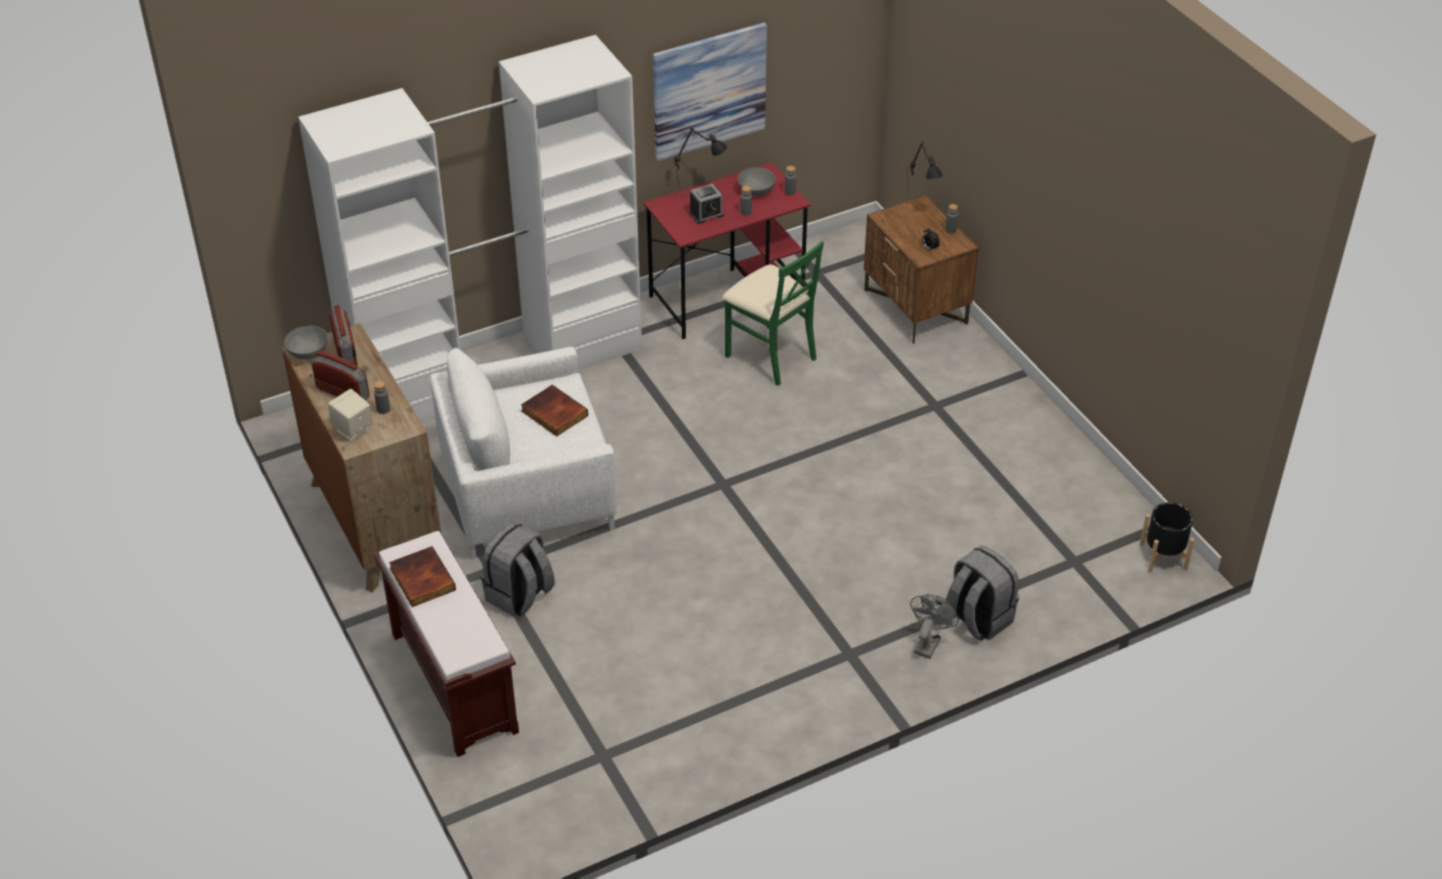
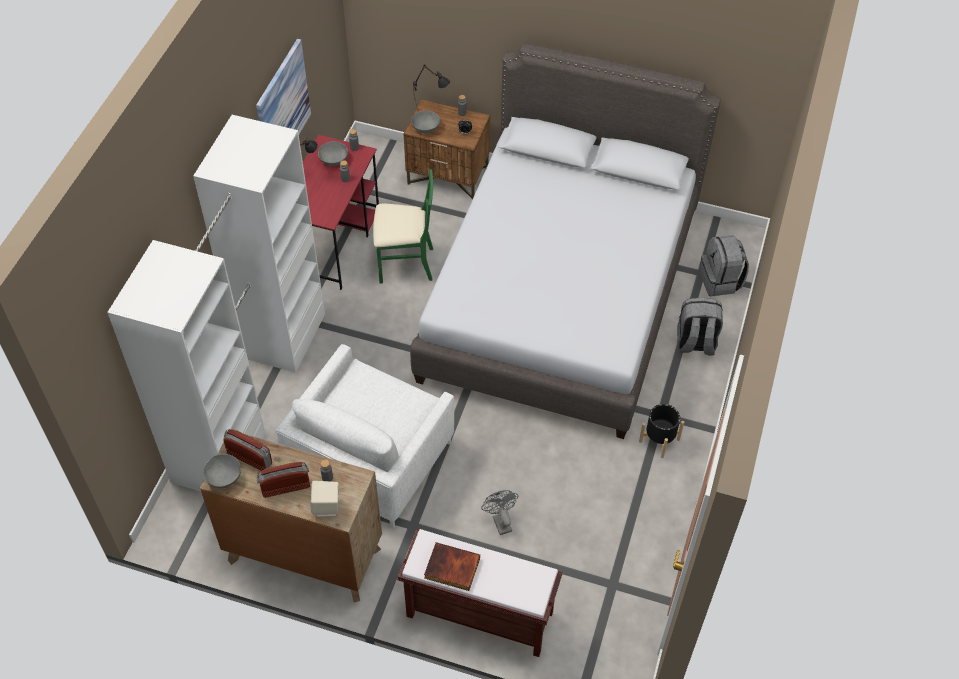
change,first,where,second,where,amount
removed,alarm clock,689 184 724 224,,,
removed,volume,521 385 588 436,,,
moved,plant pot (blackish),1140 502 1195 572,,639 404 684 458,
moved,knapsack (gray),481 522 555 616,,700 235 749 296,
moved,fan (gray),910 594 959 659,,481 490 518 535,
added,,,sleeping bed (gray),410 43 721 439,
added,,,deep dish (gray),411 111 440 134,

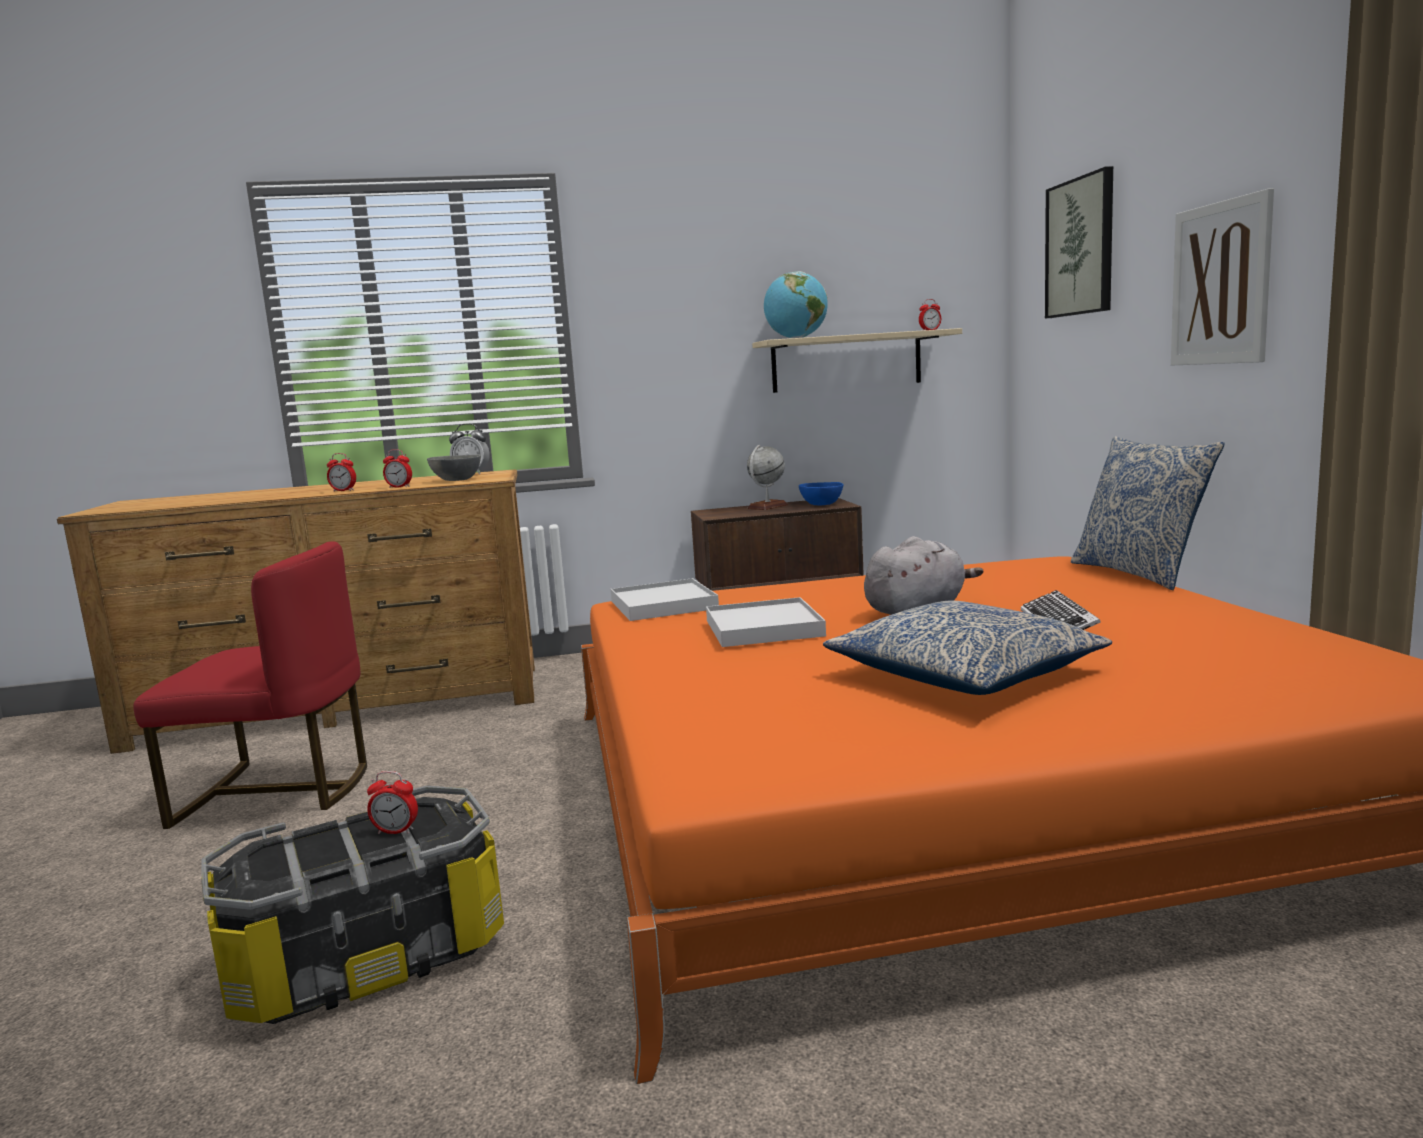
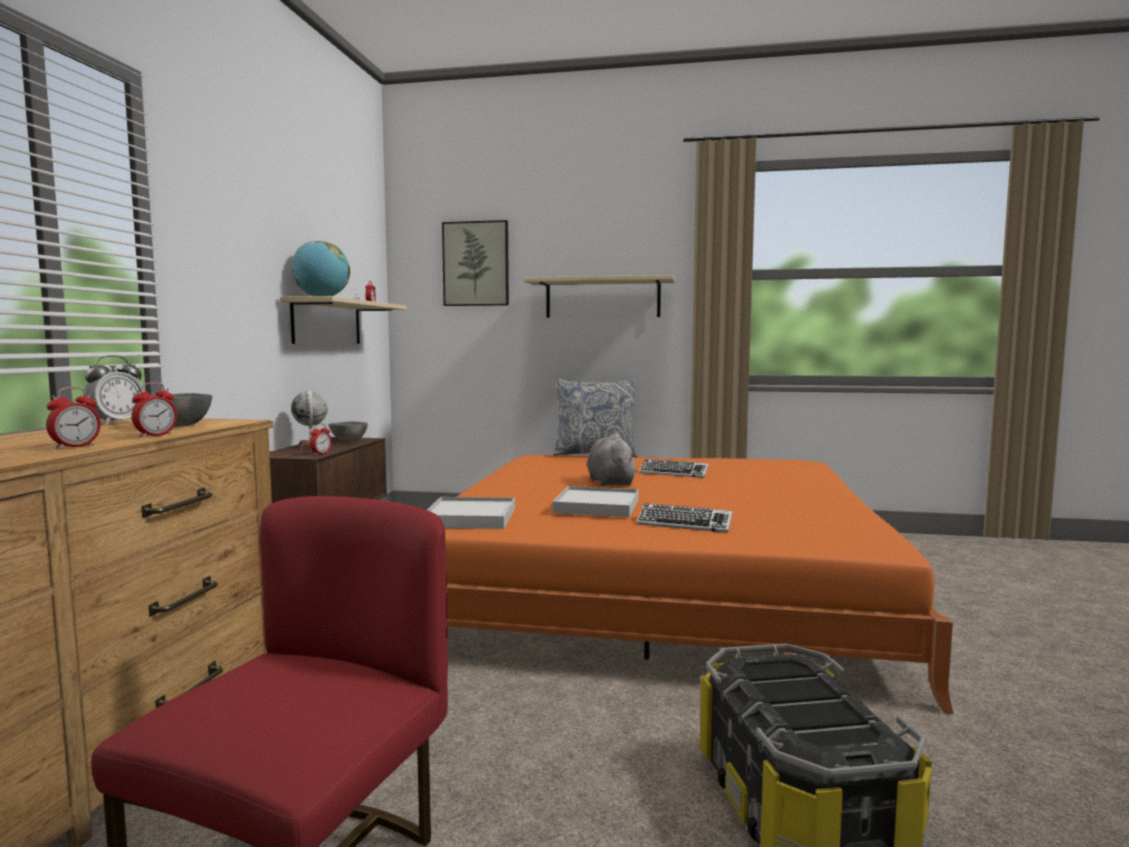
change,first,where,second,where,amount
replaced,picture,1171 188 1274 366,shelf (beige),523 275 675 318,
recoloured,deep dish (blue),799 482 844 506,deep dish (gray),329 421 368 441,
removed,throw pillow,823 601 1112 695,,,
moved,alarm clock,367 771 418 834,,310 423 332 455,
added,,,PC keyboard,637 503 732 533,

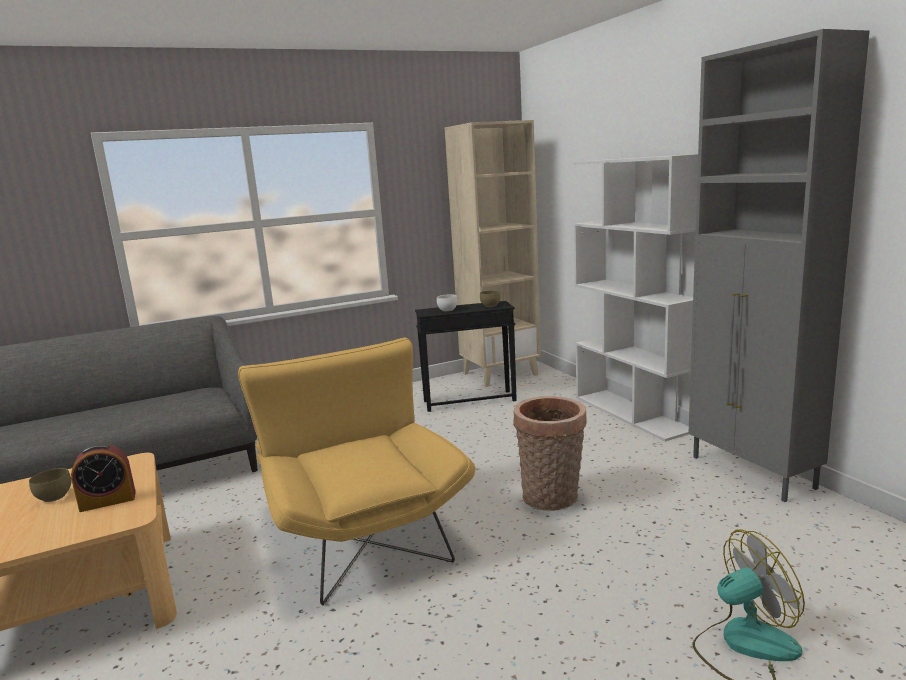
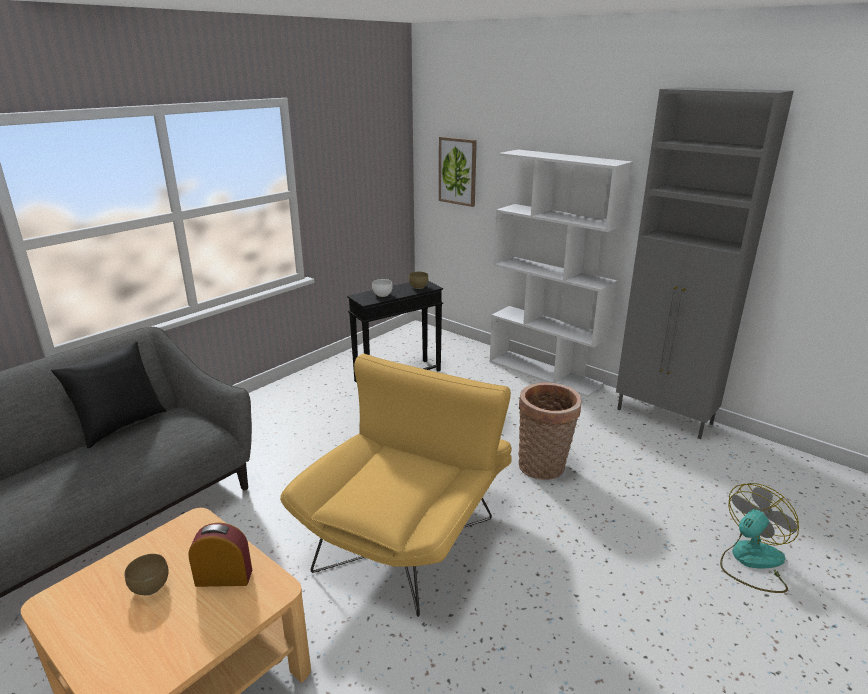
change,first,where,second,where,amount
removed,bookcase (beige),444 120 541 387,,,
turned,easy chair (yellowish),238 337 476 605,,280 354 512 617,75 degrees clockwise
turned,alarm clock,71 443 136 512,,188 522 252 587,135 degrees counterclockwise
added,,,picture,439 137 477 207,
added,,,throw pillow (blackish),51 341 166 448,

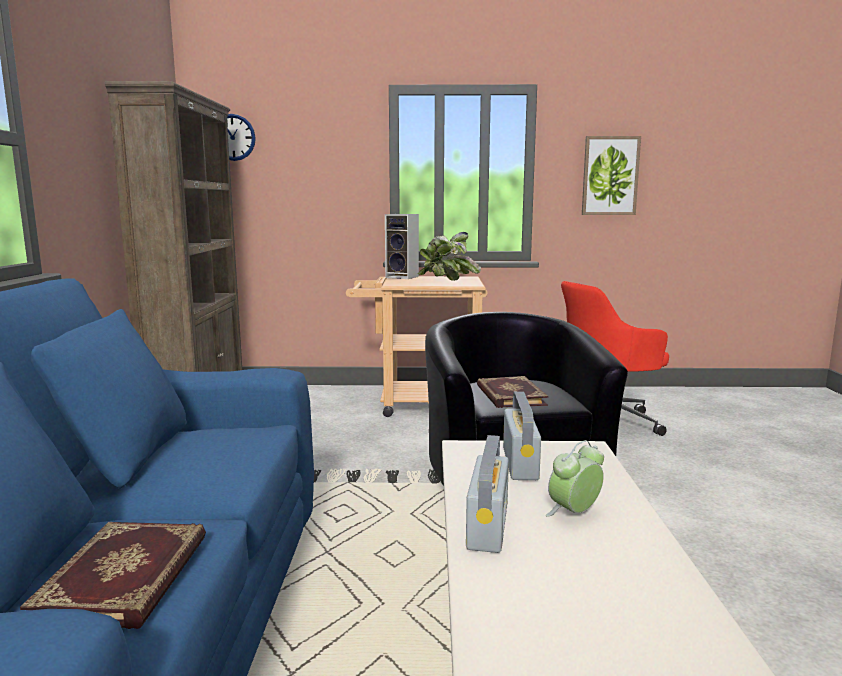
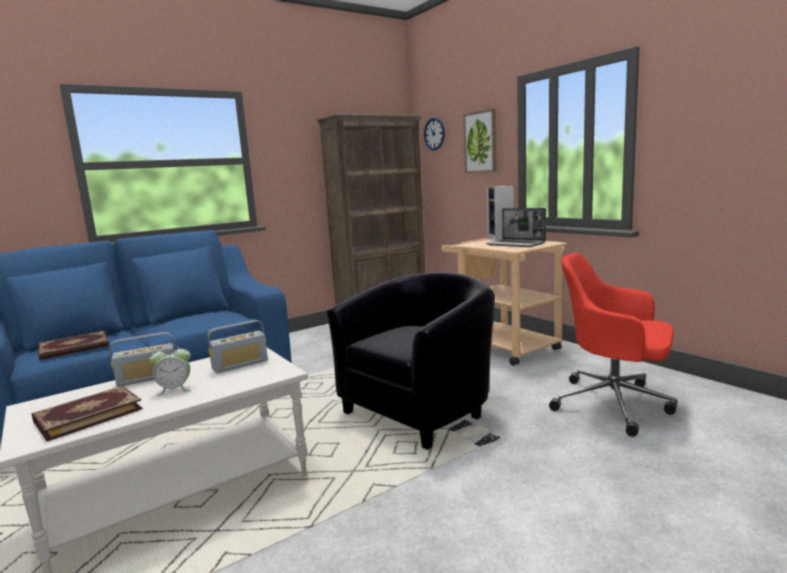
change,first,where,second,where,amount
moved,picture,582 136 641 215,,463 108 497 173,
replaced,plant in a pot,417 232 481 281,portable computer,486 208 546 247,
moved,volume,477 376 548 408,,31 386 143 441,
turned,alarm clock,546 440 604 517,,149 344 191 396,150 degrees clockwise

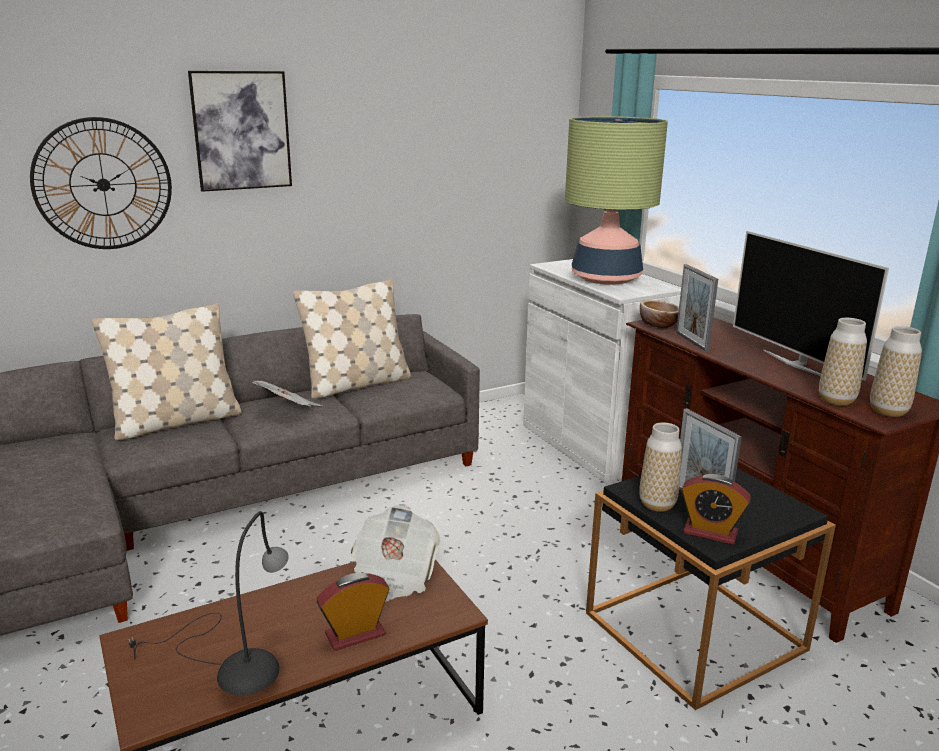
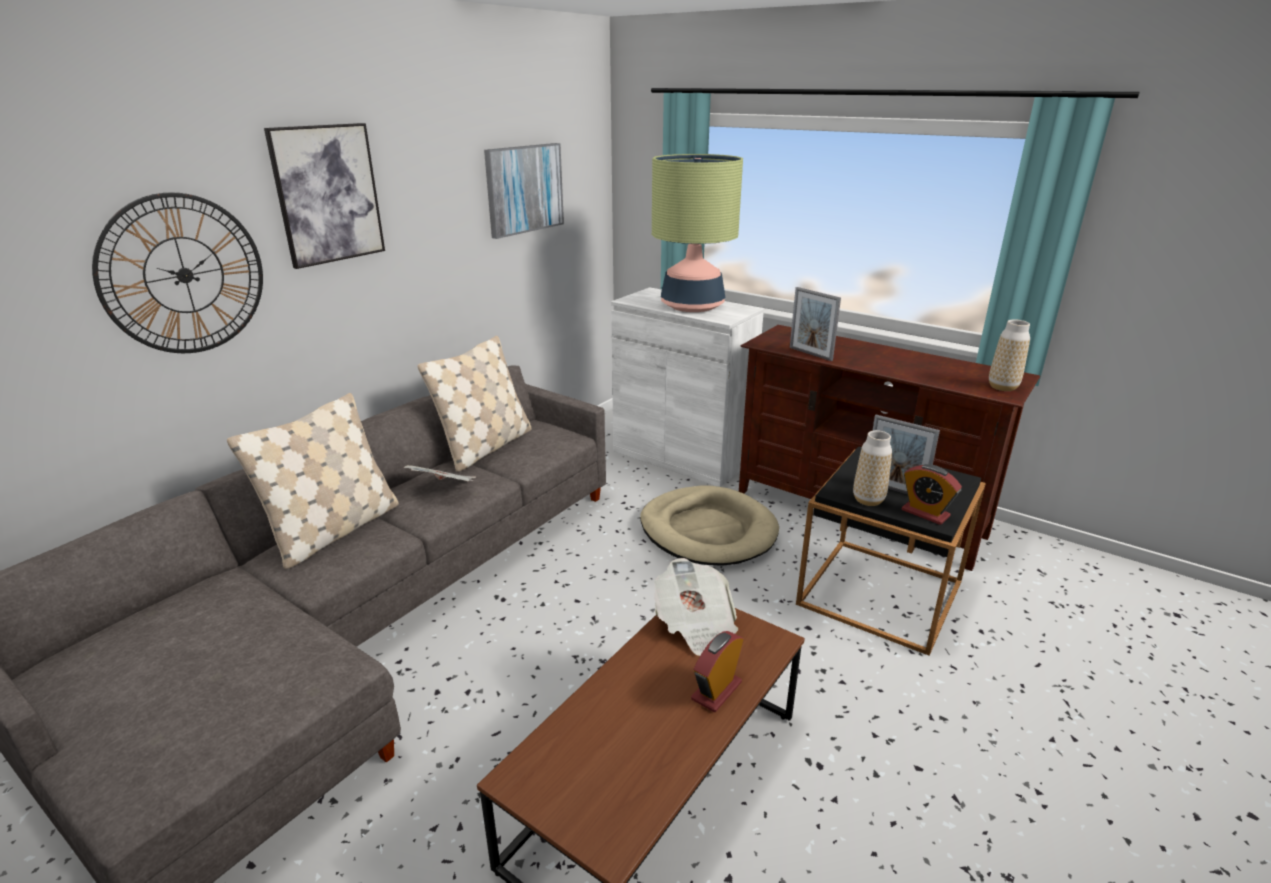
change,first,where,second,where,amount
removed,TV set,733 231 889 381,,,
removed,deep dish,640 300 679 328,,,
removed,flower vase,819 318 867 406,,,
turned,alarm clock,681 474 751 545,,902 464 962 525,45 degrees clockwise
removed,tabletop lamp (gray),128 511 289 695,,,
added,,,picture,484 143 564 239,
added,,,pet bed (beige),640 485 779 566,

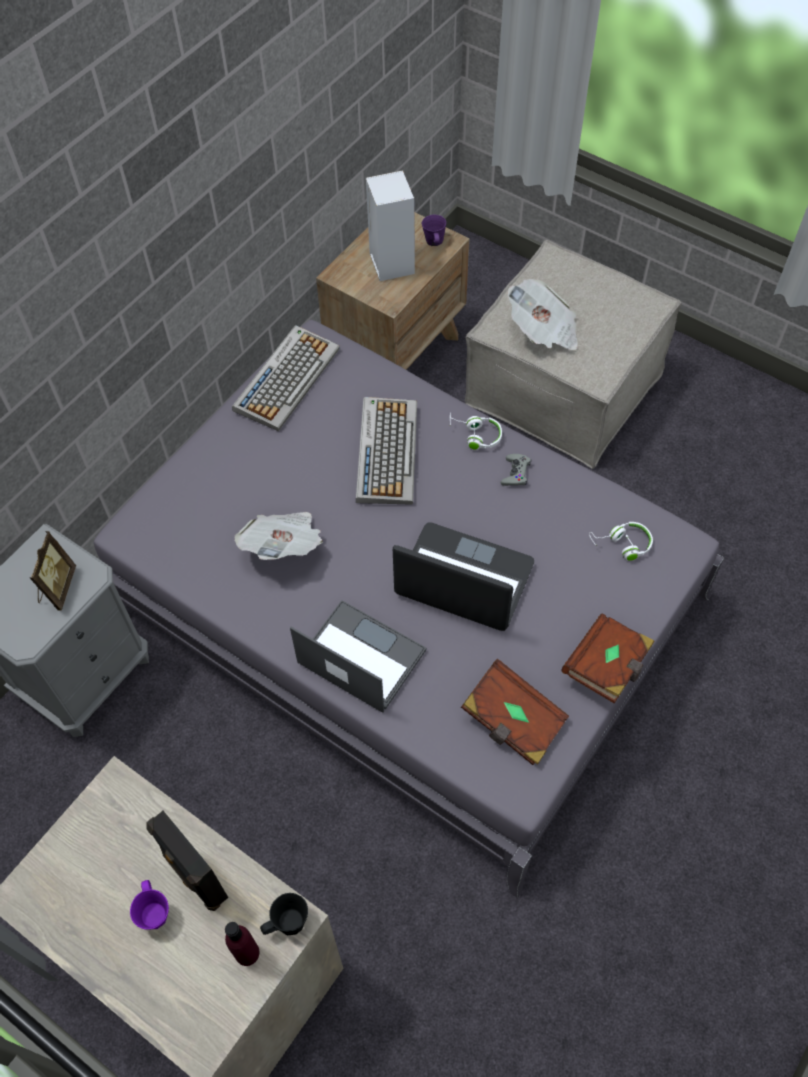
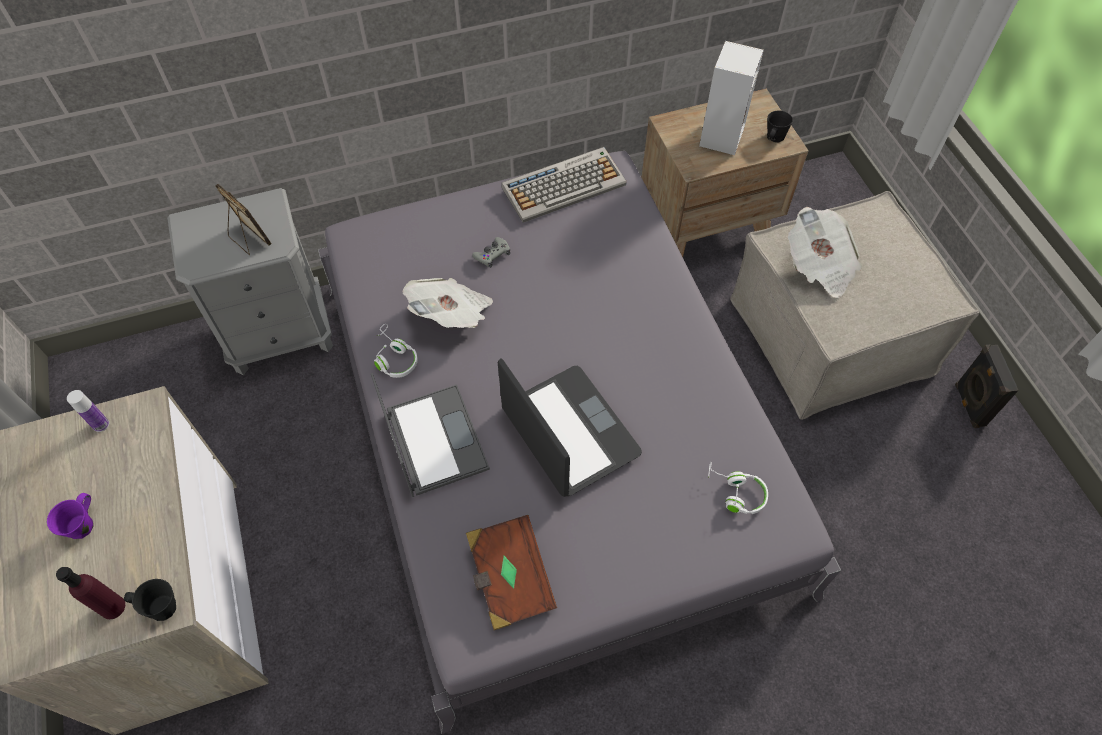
change,first,where,second,where,amount
recoloured,coffee mug (purple),422 215 446 246,coffee mug (blackish),767 111 793 142,
removed,PC keyboard,356 397 417 505,,,
moved,pair of headphones (whitish),450 412 502 450,,374 324 418 378,
moved,game controller (gray),501 454 531 486,,472 237 510 268,
turned,standing frame,29 531 76 611,,216 184 272 255,90 degrees counterclockwise
removed,volume (brown),562 613 654 704,,,
moved,loudspeaker (blackish),147 811 228 911,,955 345 1019 428,
added,,,bottle,67 390 109 432,

